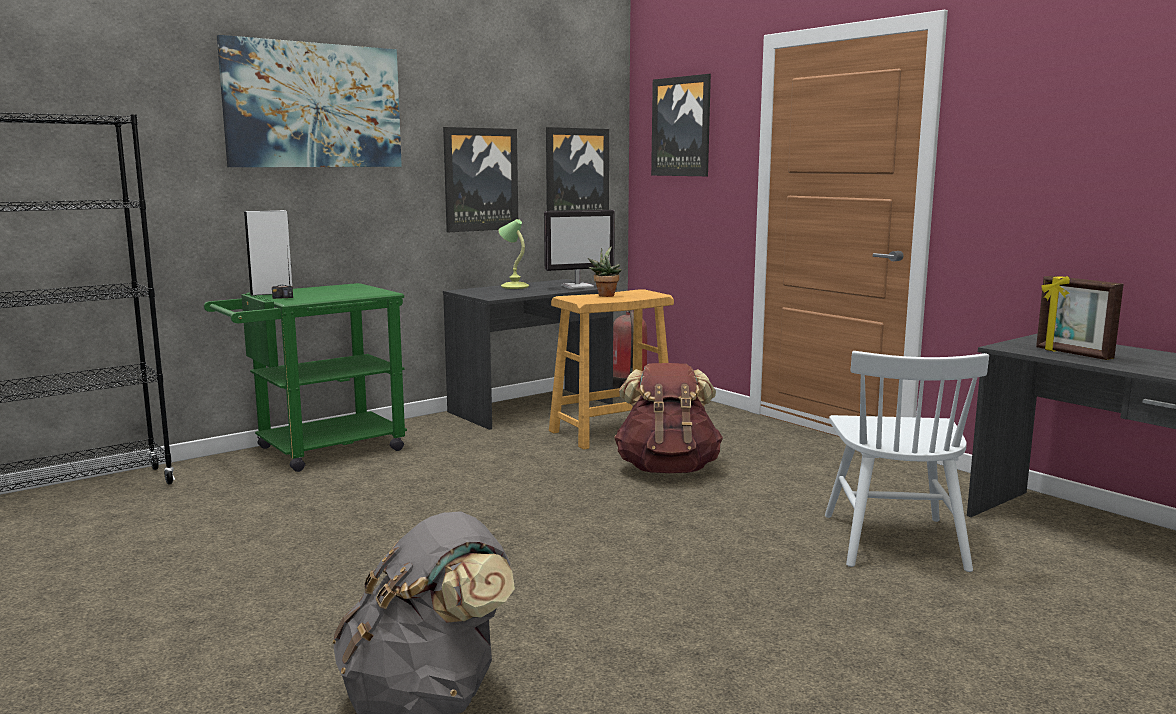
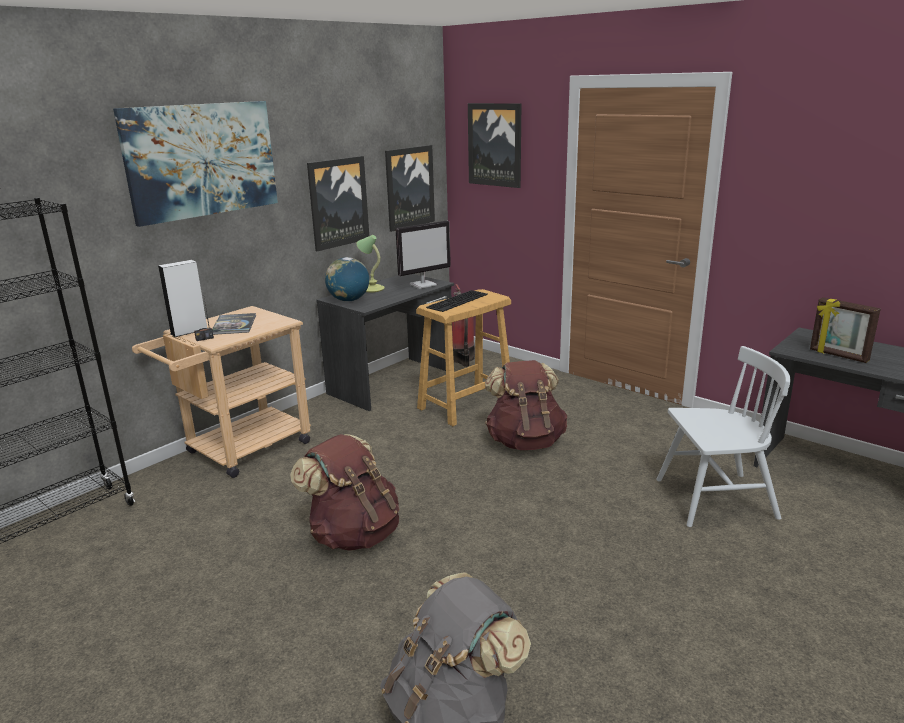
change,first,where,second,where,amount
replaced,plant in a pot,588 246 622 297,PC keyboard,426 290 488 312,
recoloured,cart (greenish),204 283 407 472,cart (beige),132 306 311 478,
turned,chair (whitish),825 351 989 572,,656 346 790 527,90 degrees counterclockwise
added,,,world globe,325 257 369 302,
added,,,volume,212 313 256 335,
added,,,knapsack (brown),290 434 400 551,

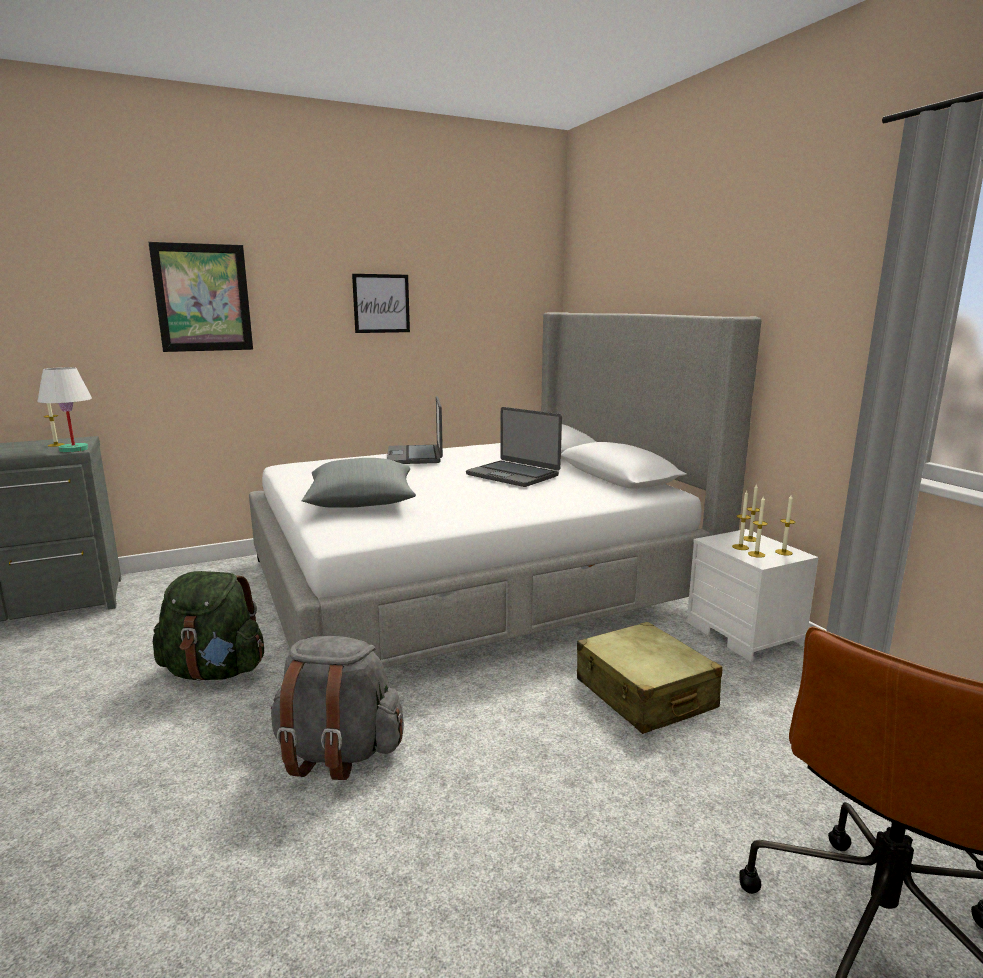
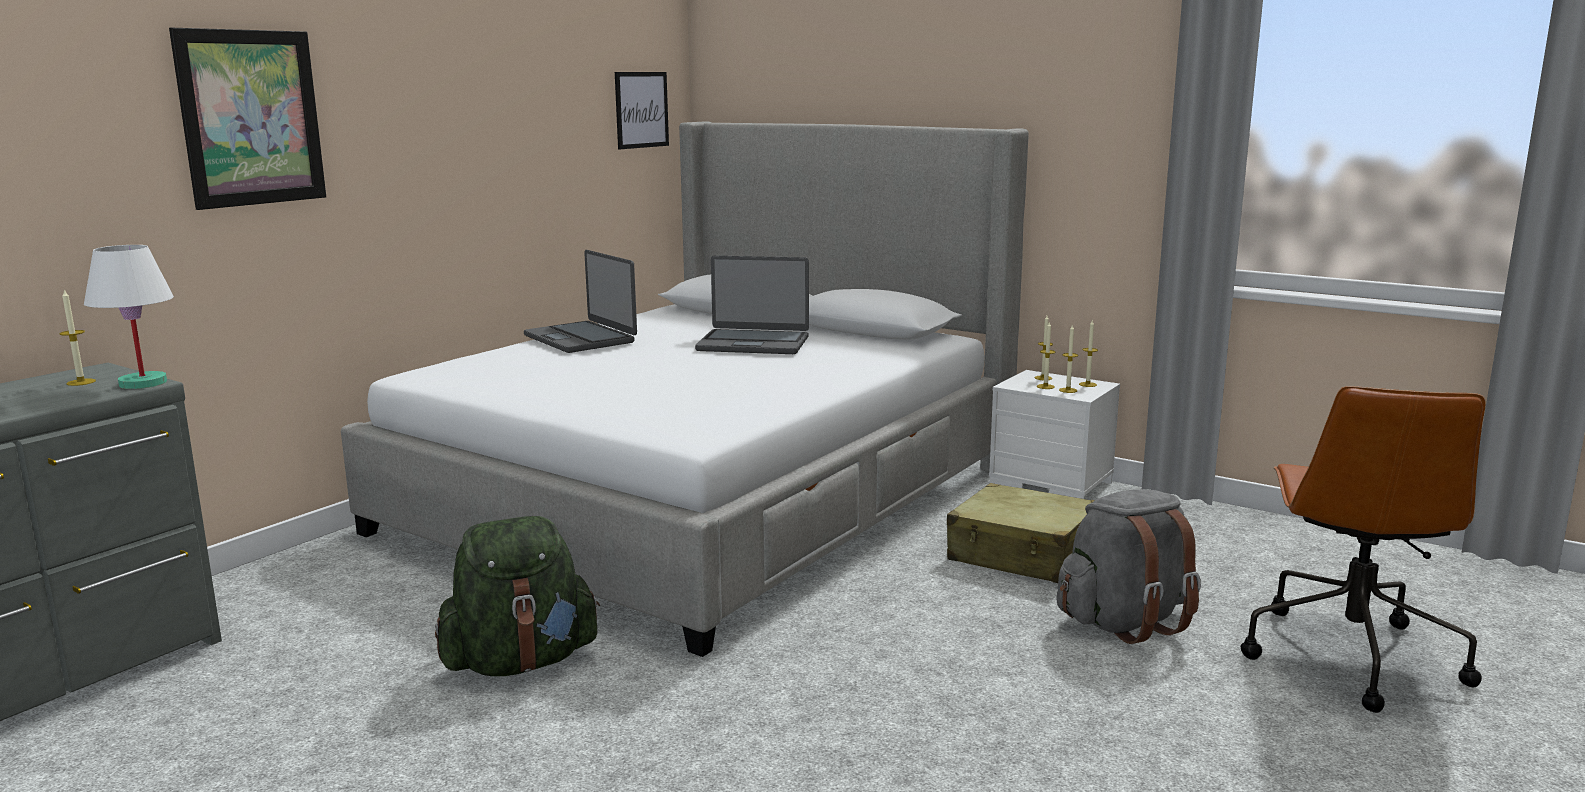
change,first,where,second,where,amount
moved,picture,352 274 410 333,,615 72 669 149,
removed,throw pillow (gray),302 458 416 508,,,
moved,knapsack (gray),271 636 404 780,,1056 489 1201 644,

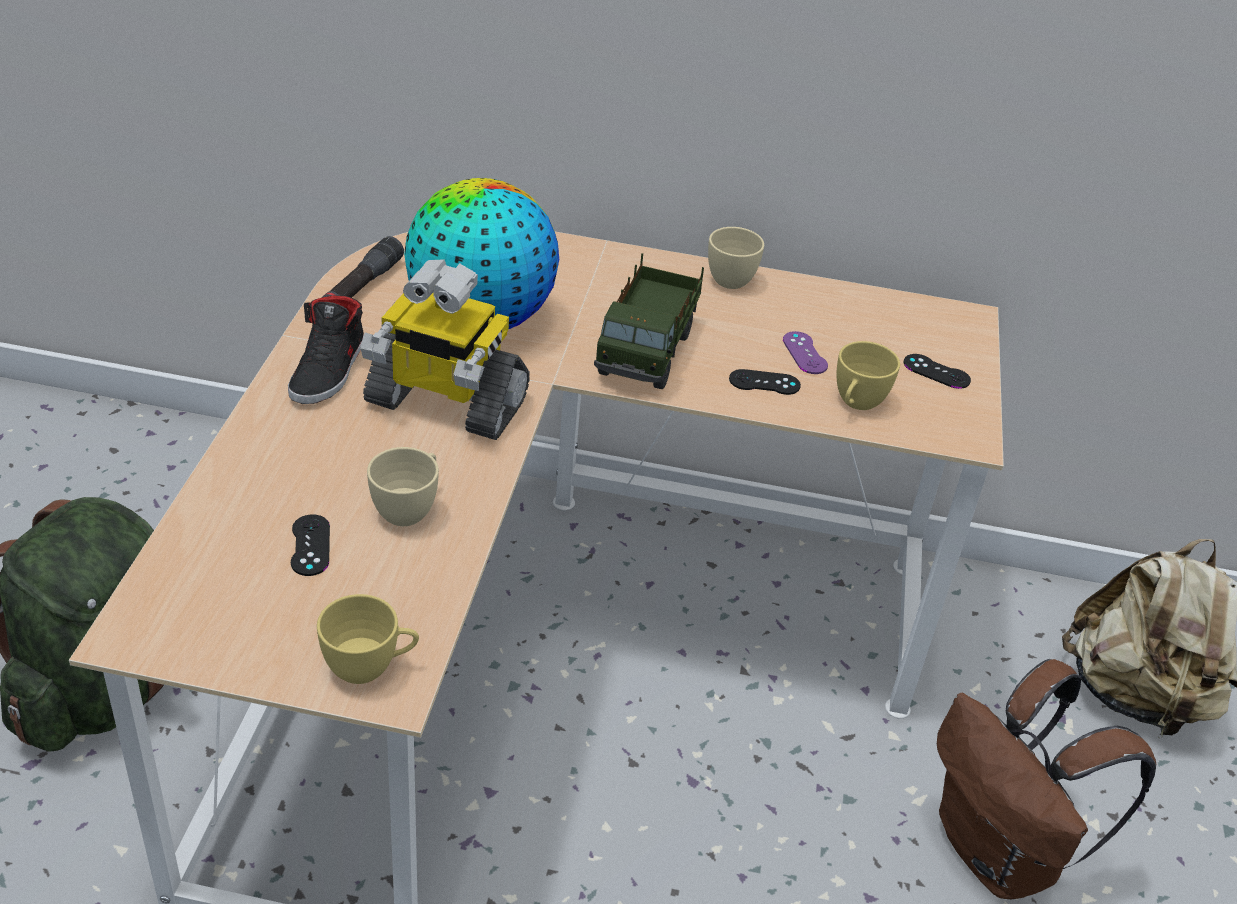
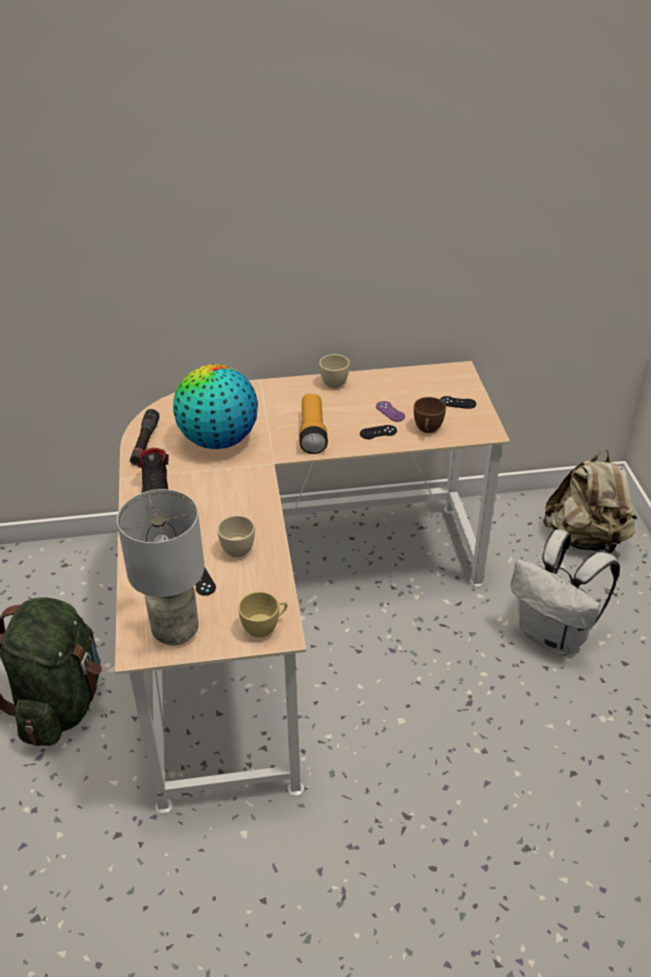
change,first,where,second,where,amount
replaced,toy truck,594 253 704 389,torch,299 394 328 454,
removed,model robot,360 259 530 440,,,
recoloured,small cup (yellowish),837 341 900 410,small cup (brown),414 397 446 433,
recoloured,knapsack (brown),937 659 1156 900,knapsack (whitish),510 529 620 656,
added,,,tabletop lamp (gray),117 489 205 646,

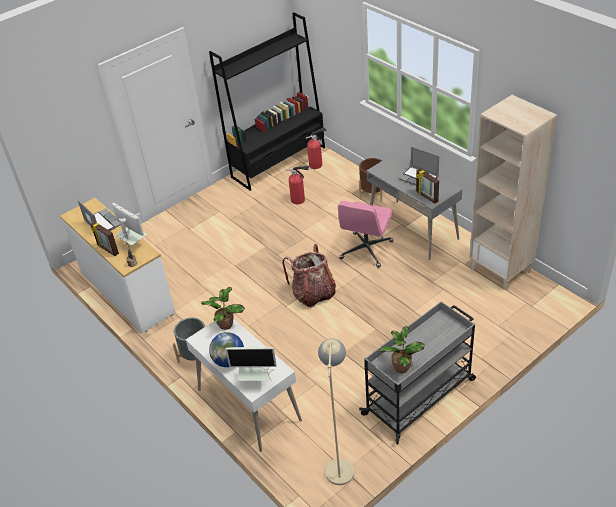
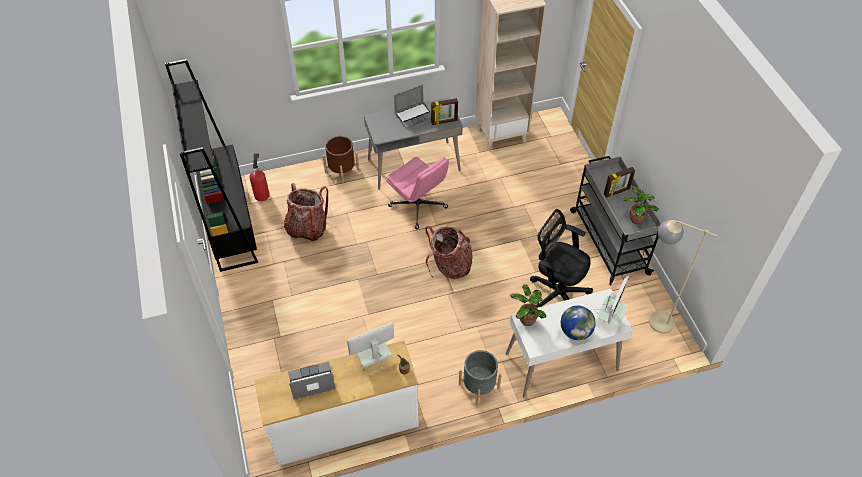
change,first,where,second,where,amount
replaced,fire-fighting cylinder,286 166 309 204,knapsack,284 183 328 241,
moved,standing frame,91 221 119 256,,604 167 635 198,
added,,,computer chair (blackish),530 209 593 308,

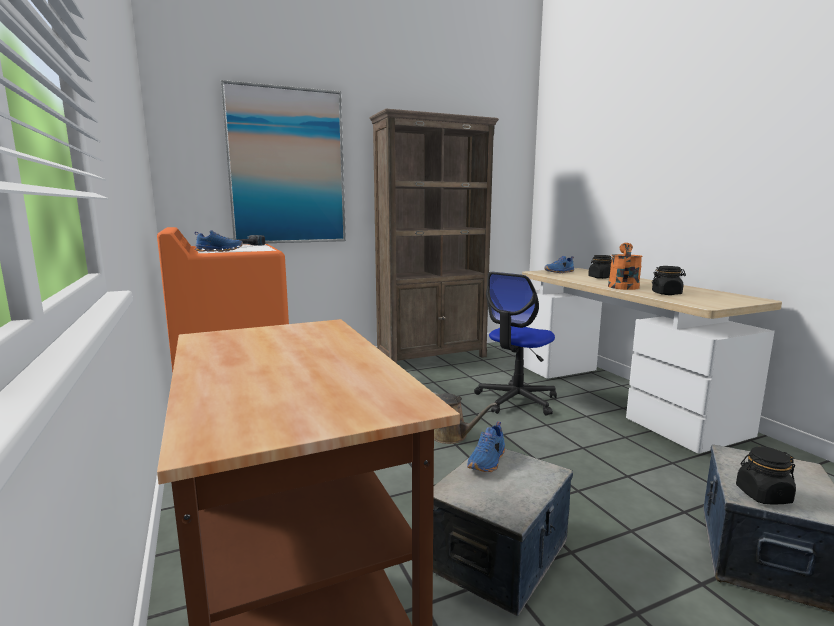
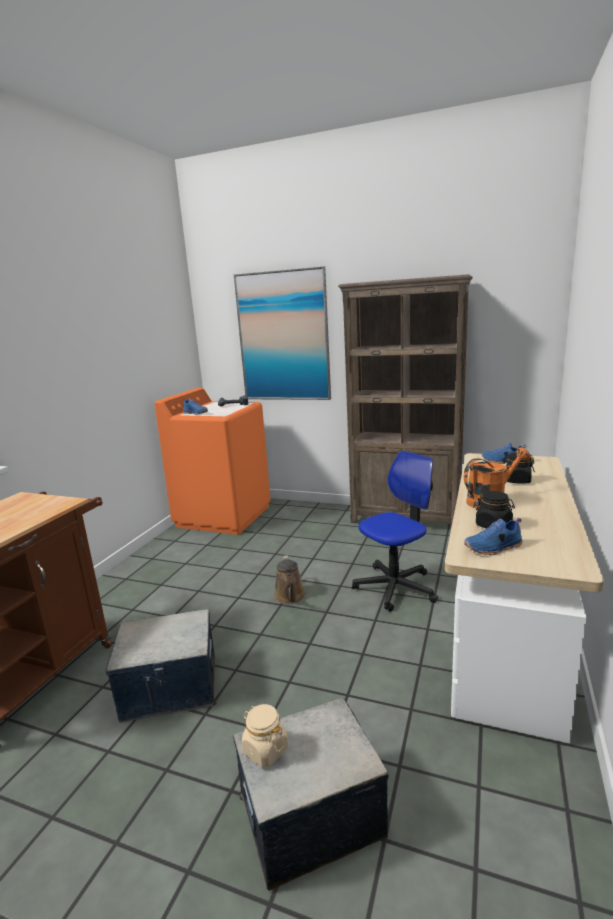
change,first,where,second,where,amount
turned,computer chair,474 272 557 416,,352 451 438 612,150 degrees clockwise
moved,low shoe (blue),467 421 505 472,,464 518 522 555,
recoloured,storage jar (blackish),736 447 796 504,storage jar (beige),242 704 288 768,

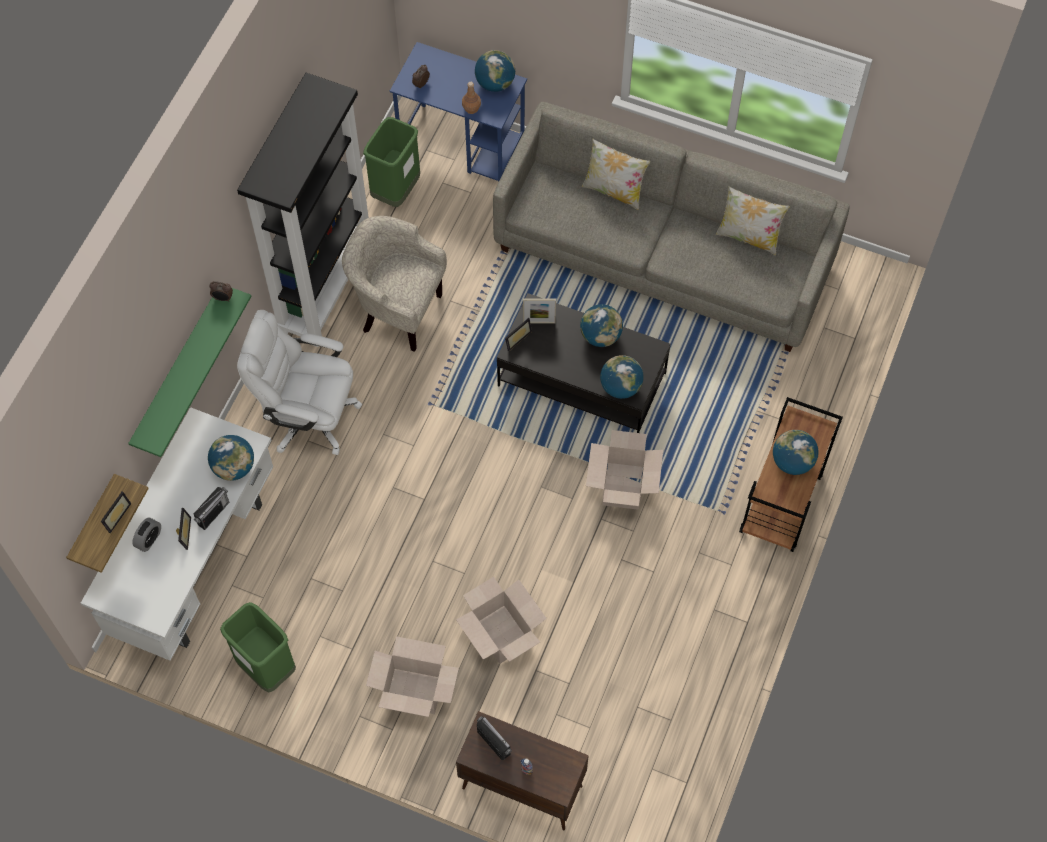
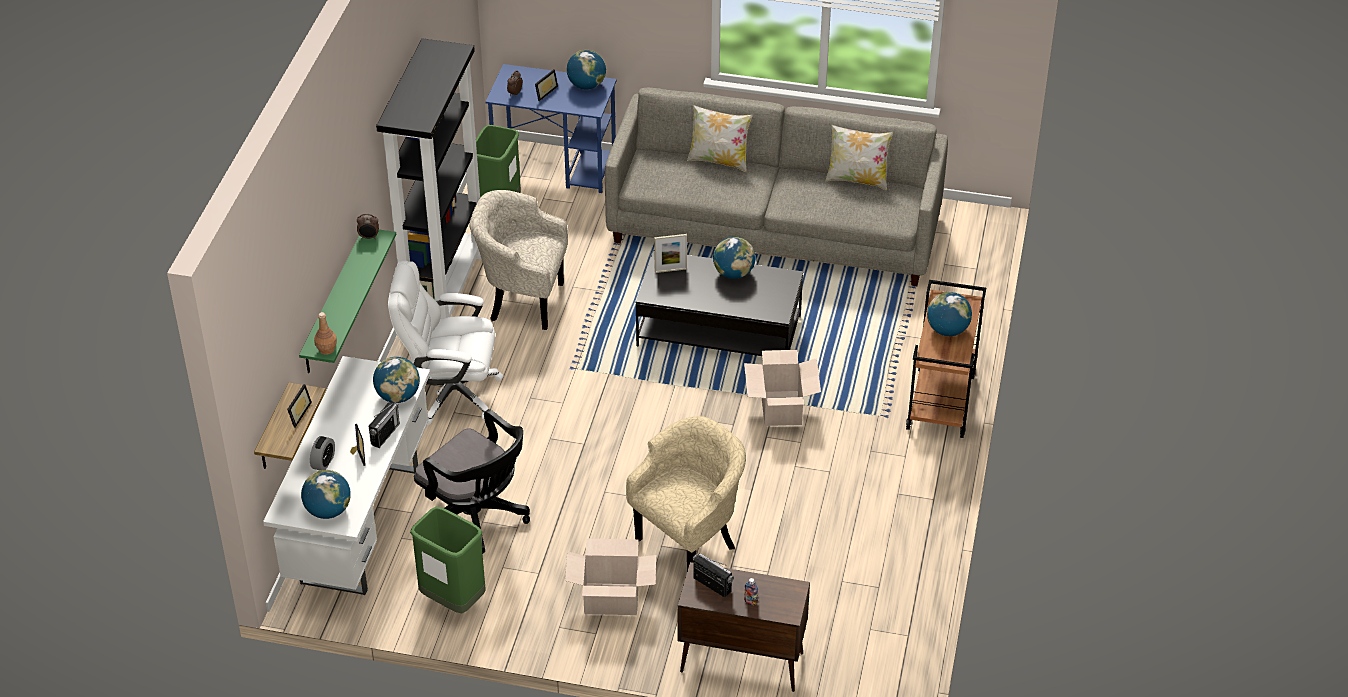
change,first,where,second,where,amount
moved,bottle (brown),462 82 481 114,,314 312 337 355,
moved,standing frame,505 318 532 351,,535 69 558 101,
moved,world globe,600 355 644 399,,301 470 351 519,
replaced,cardboard box,456 577 547 664,easy chair (beige),626 416 746 571,
added,,,computer chair (blackish),414 409 530 554,

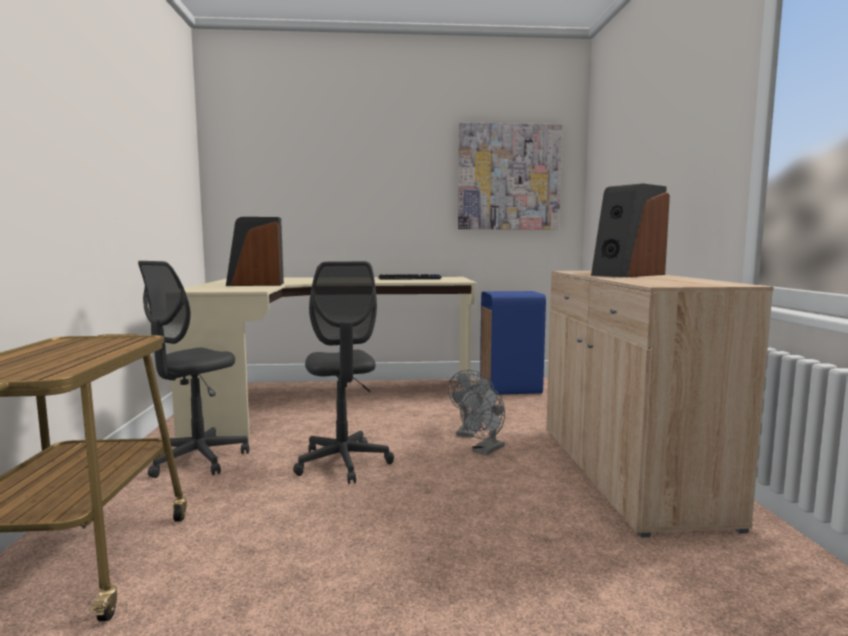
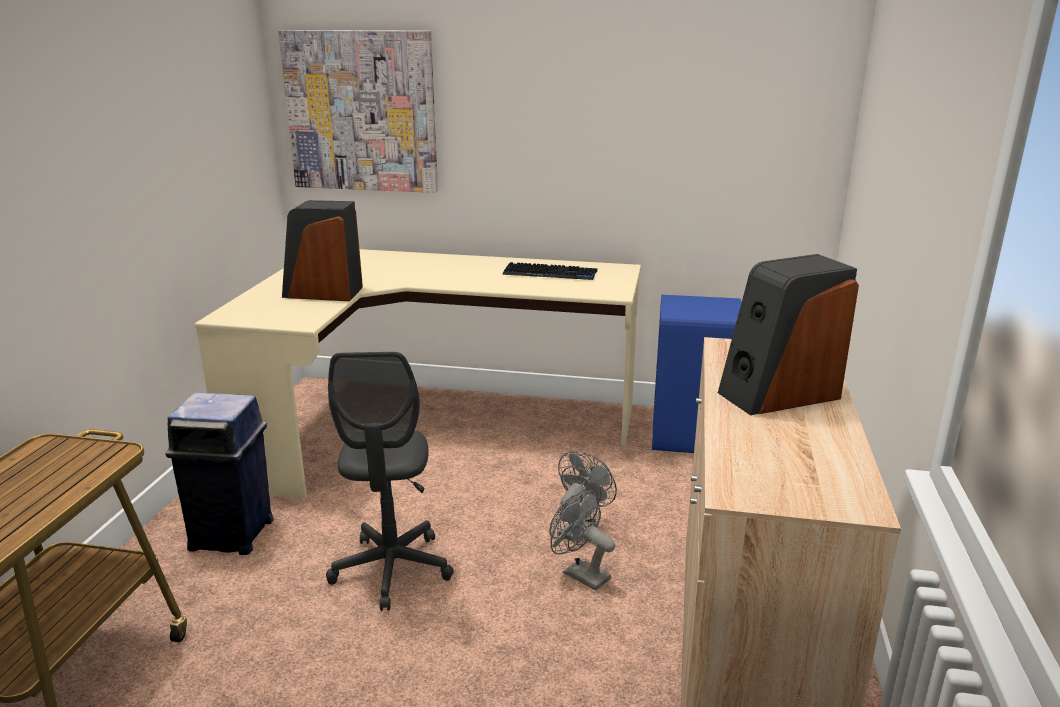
change,first,where,second,where,amount
moved,picture,458 122 563 229,,278 30 438 193,
replaced,computer chair (gray),138 261 249 478,waste bin (blue),165 392 274 555,
turned,fan (gray),460 384 505 455,,549 490 615 590,75 degrees clockwise

